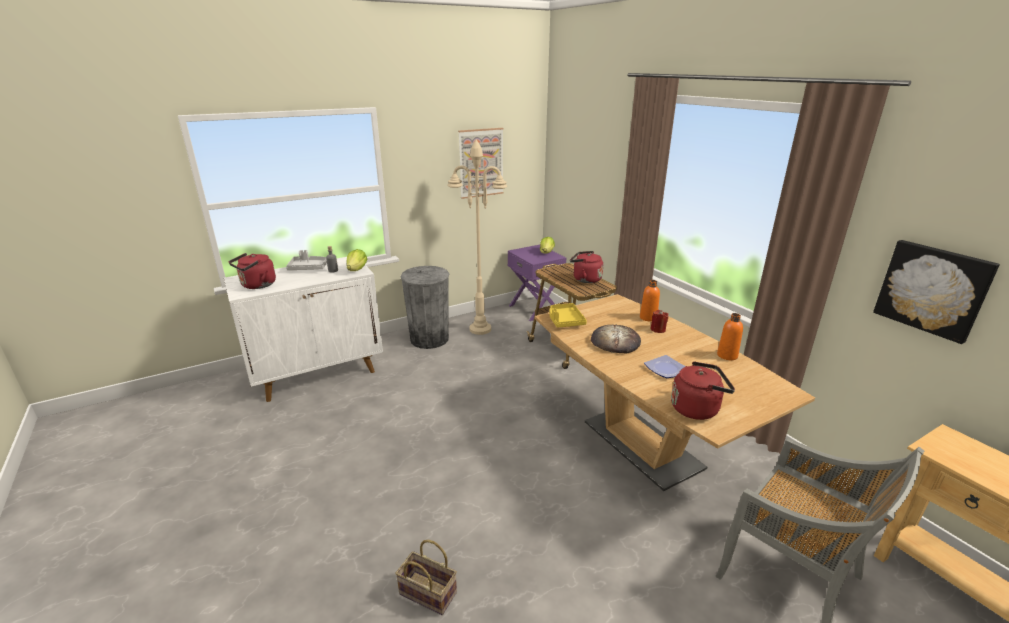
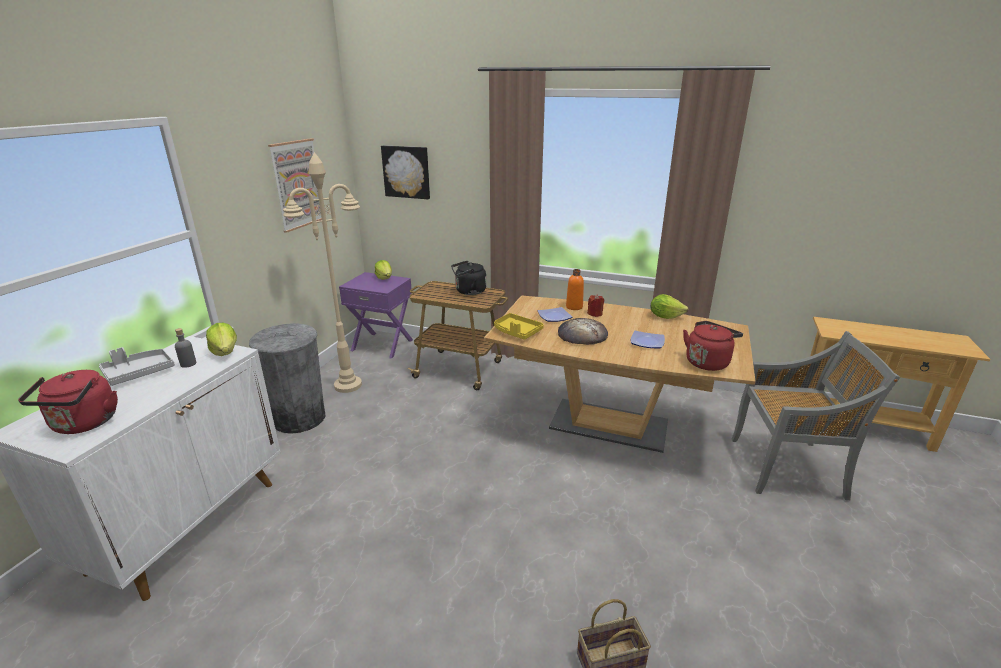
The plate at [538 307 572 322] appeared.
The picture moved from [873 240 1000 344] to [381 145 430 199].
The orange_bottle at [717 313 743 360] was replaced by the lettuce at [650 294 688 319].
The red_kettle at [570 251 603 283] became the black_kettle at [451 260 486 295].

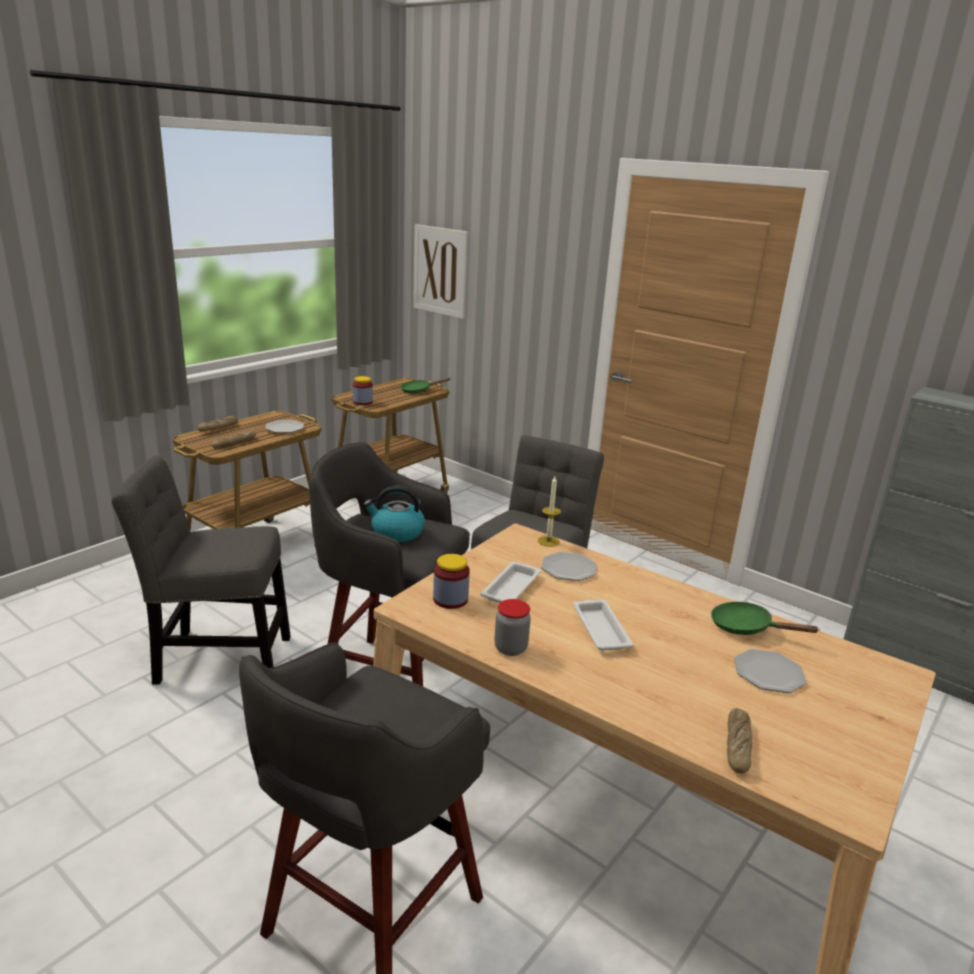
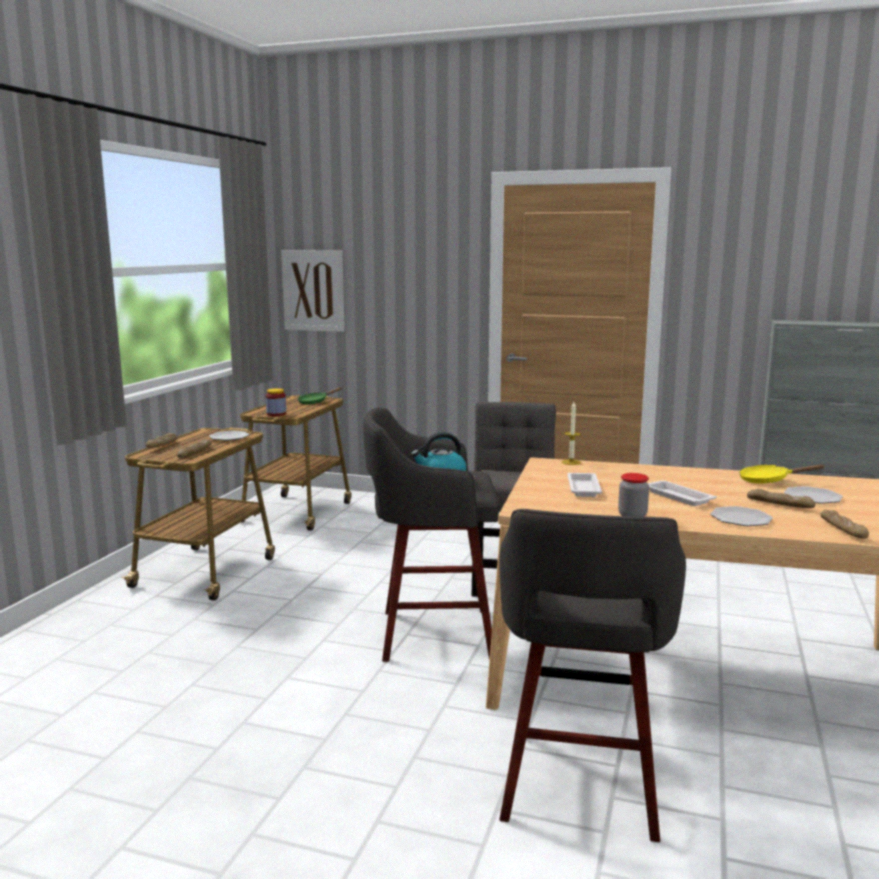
The grey_chair at [112 455 291 684] disappeared.
The jar at [433 554 470 609] disappeared.
The bread at [747 489 816 508] appeared.
The plate moved from [541 552 597 581] to [710 506 773 526].
The green_frying_pan at [711 602 819 635] became the yellow_frying_pan at [739 464 825 484].

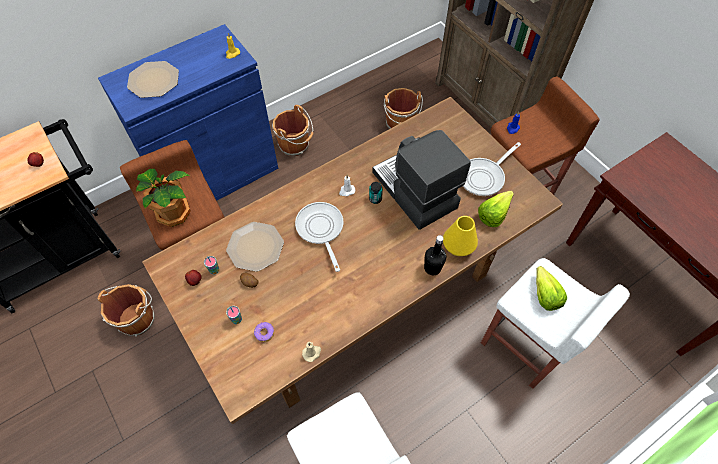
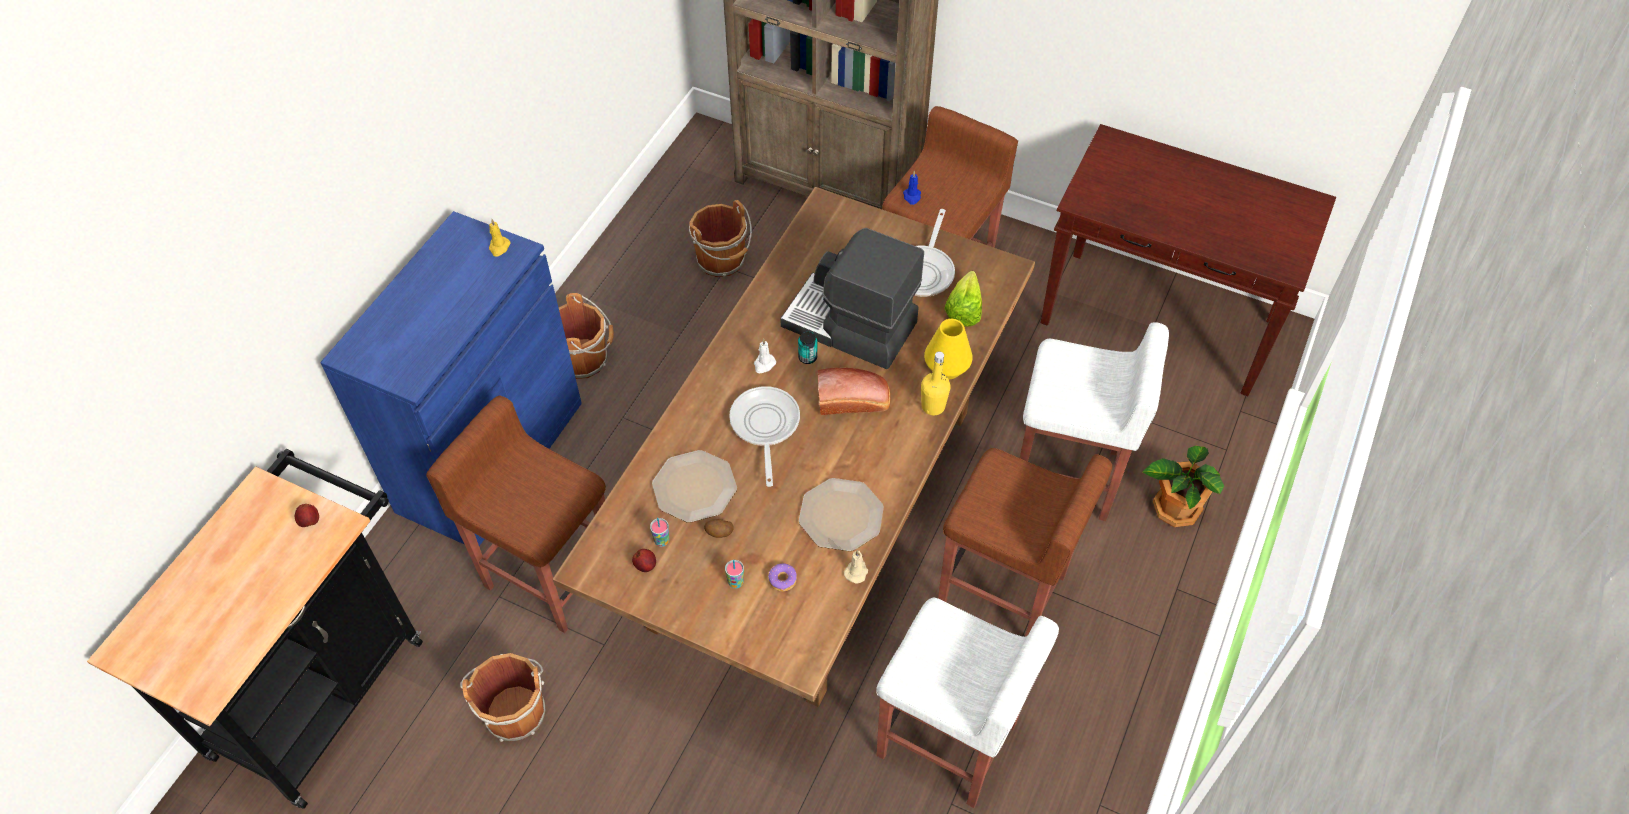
The lettuce at [536 266 567 311] disappeared.
The bread at [818 368 890 415] appeared.
The brown_stool at [938 448 1112 637] appeared.
The plate moved from [127 61 179 98] to [799 478 884 551].
The potted_plant moved from [136 169 191 227] to [1143 446 1224 527].
The black_bottle at [424 235 446 275] became the yellow_bottle at [921 351 951 415].
The frying_pan at [295 202 343 272] turned 45 degrees clockwise.

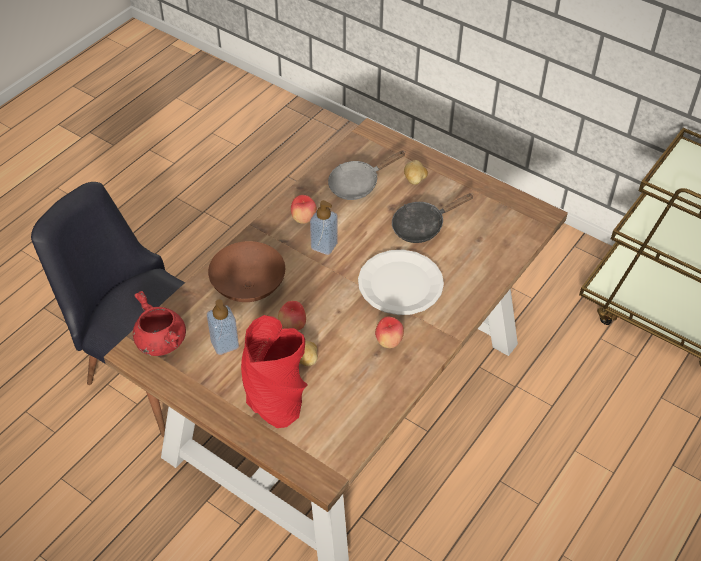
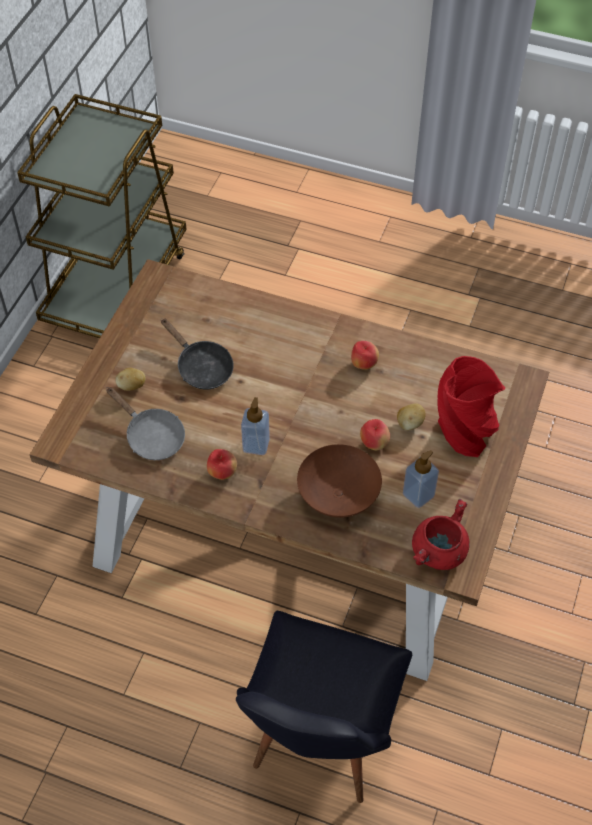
The white_plate at [358 250 444 315] disappeared.

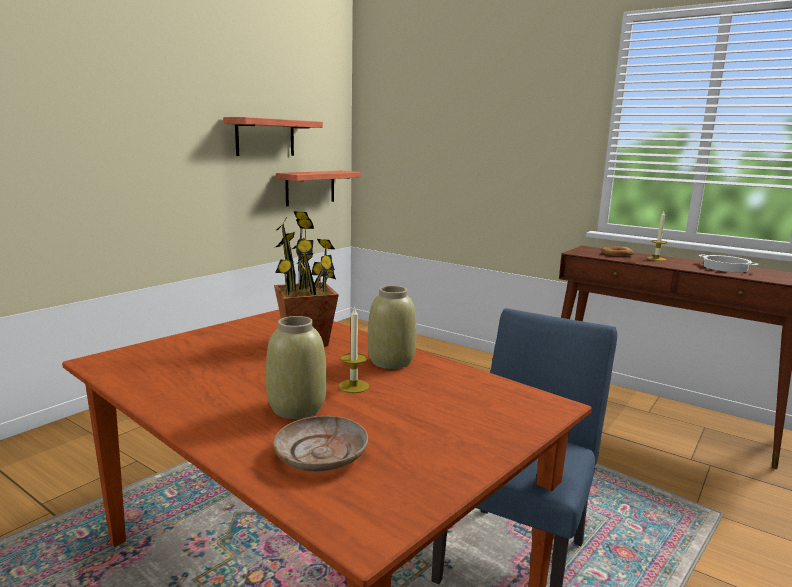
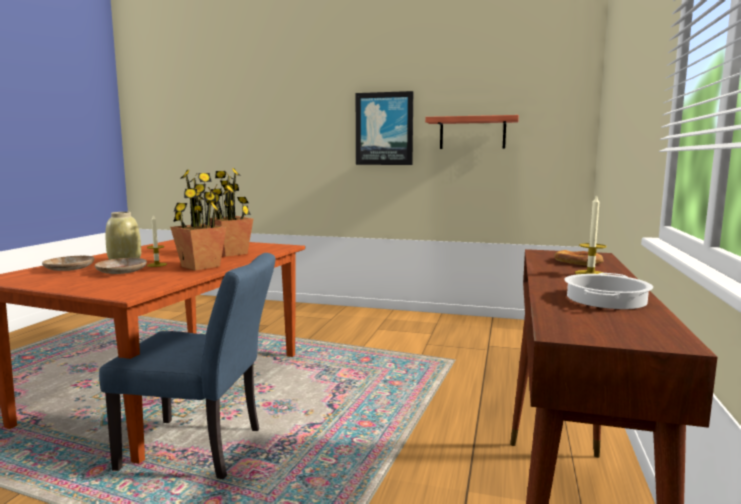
The shelf at [276 171 361 206] disappeared.
The beige_plate at [95 258 147 274] appeared.
The picture at [356 91 413 165] appeared.
The beige_vase at [367 286 416 369] was replaced by the potted_plant at [170 170 227 271].

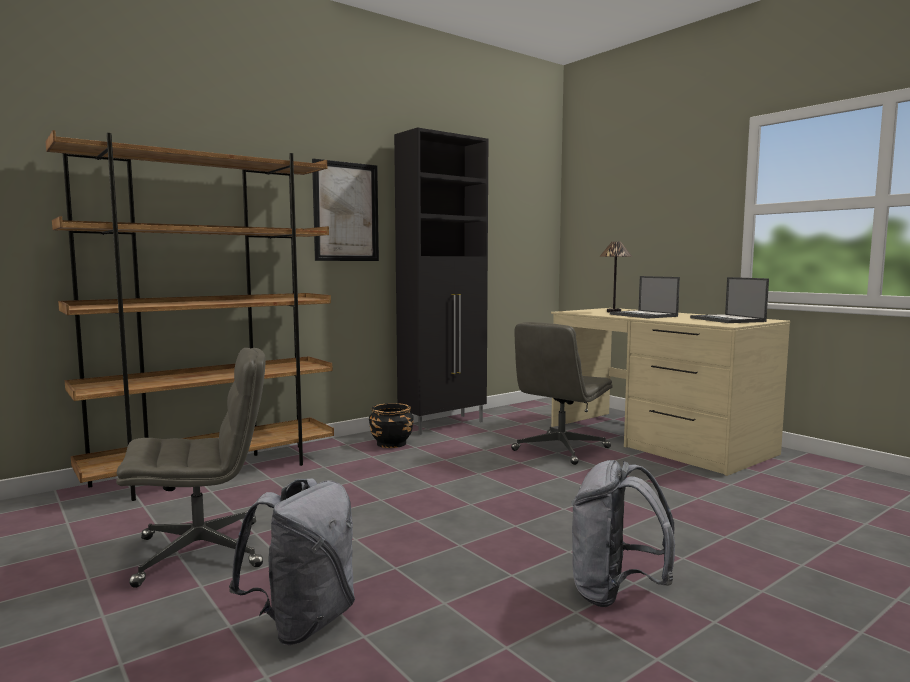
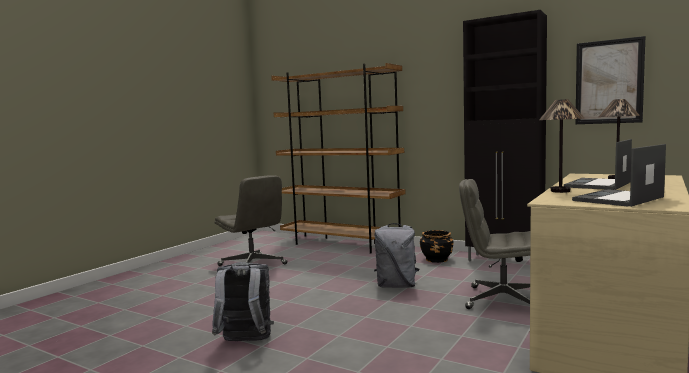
The table_lamp at [539 99 584 193] appeared.
The grey_backpack moved from [229 478 355 645] to [374 223 419 288].
The picture moved from [312 159 379 261] to [575 36 646 124].

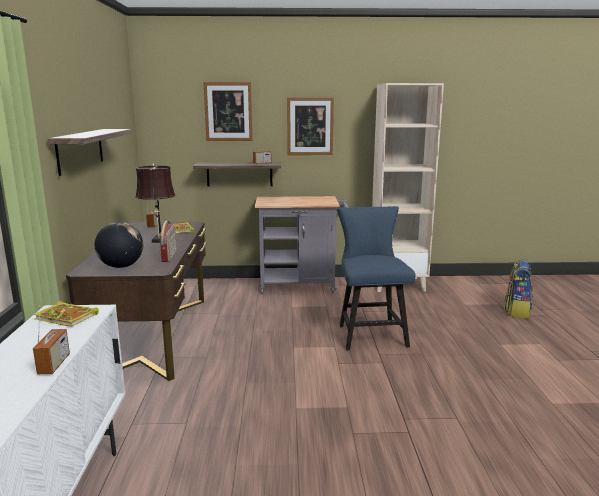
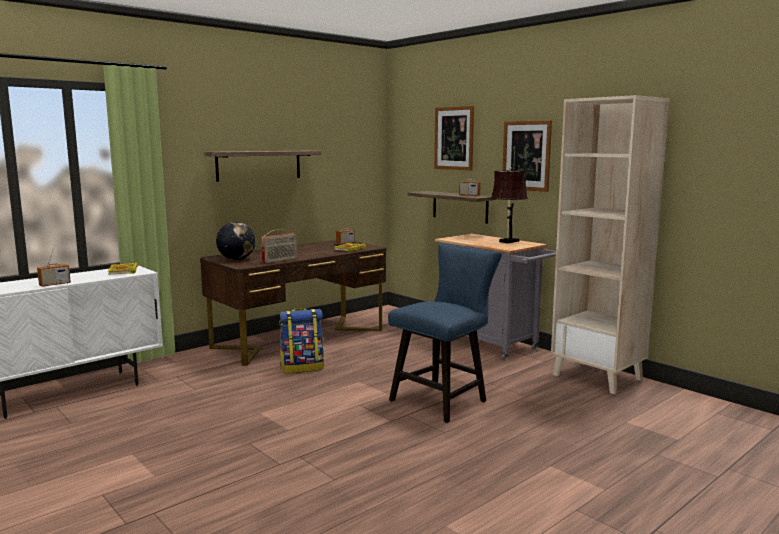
The brown_table_lamp moved from [136 163 175 243] to [491 167 528 243].
The backpack moved from [504 259 533 319] to [279 308 324 373].

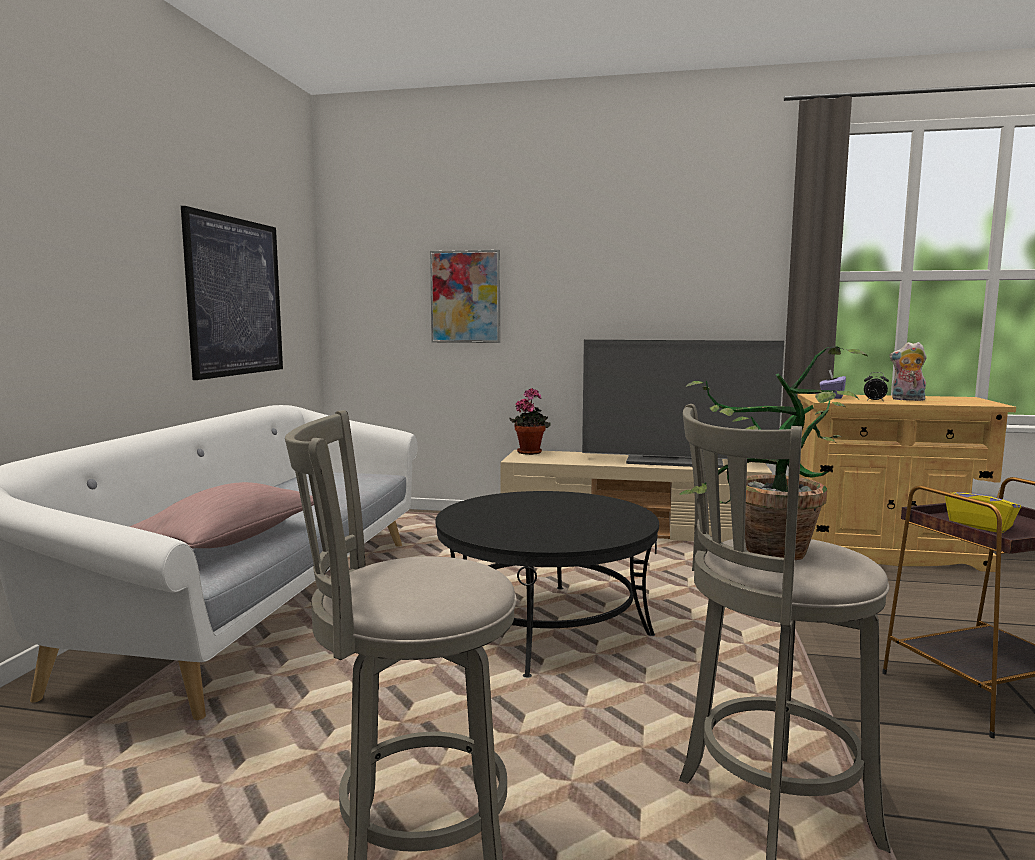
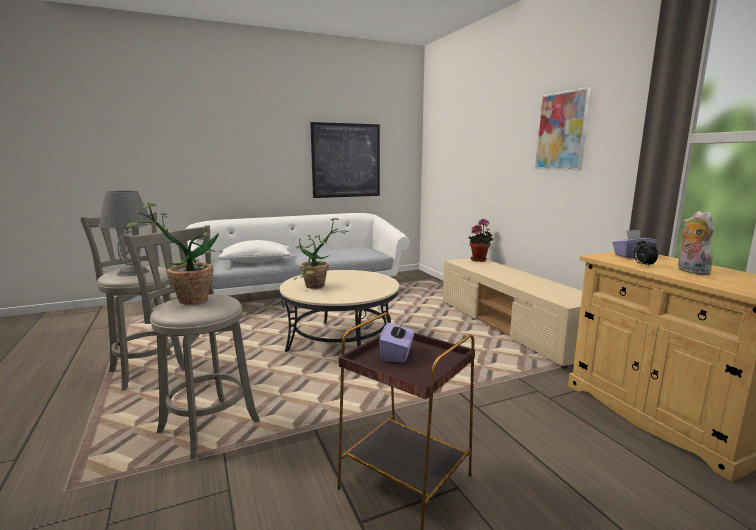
The television at [582 340 784 468] disappeared.
The grey_table_lamp at [99 190 153 276] appeared.
The potted_plant at [294 218 348 289] appeared.
The picture moved from [430 250 500 343] to [535 87 591 170].
The pink_pillow at [129 482 314 549] became the white_pillow at [218 240 290 263].
The black_coffee_table at [435 491 659 678] became the beige_coffee_table at [280 270 399 352].
The yellow_tissue_box at [945 479 1021 533] became the purple_tissue_box at [379 320 414 363].

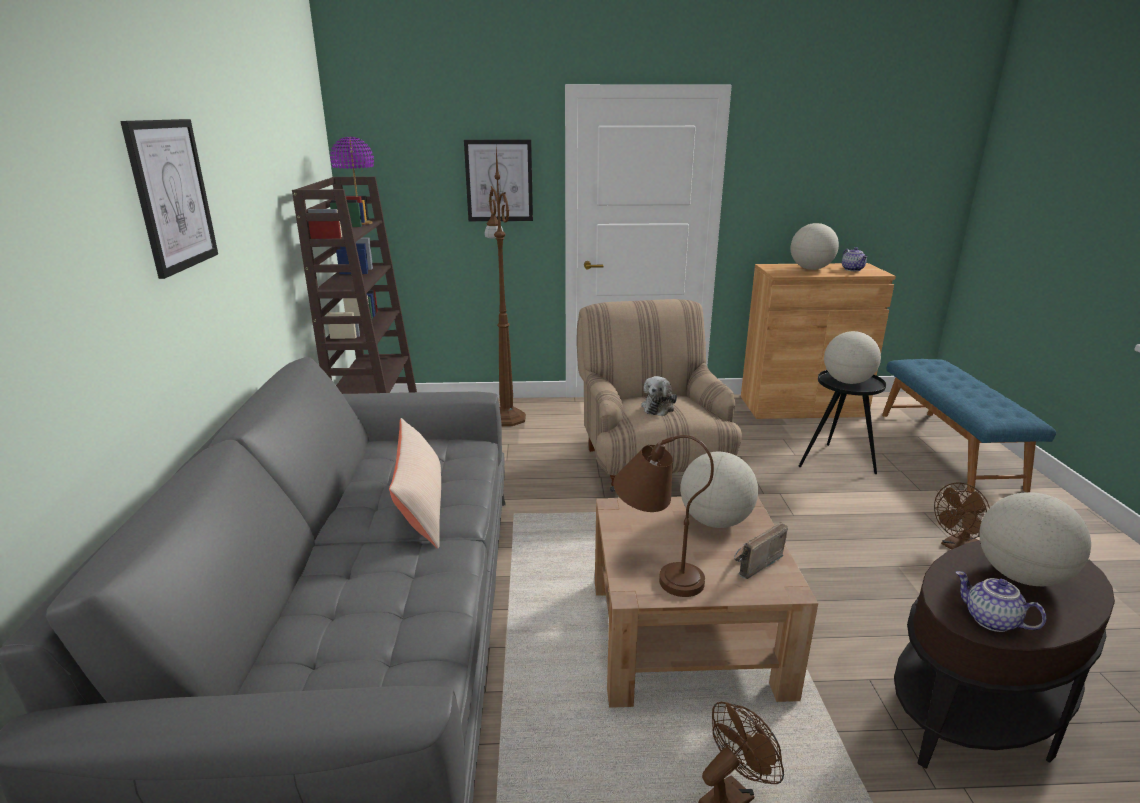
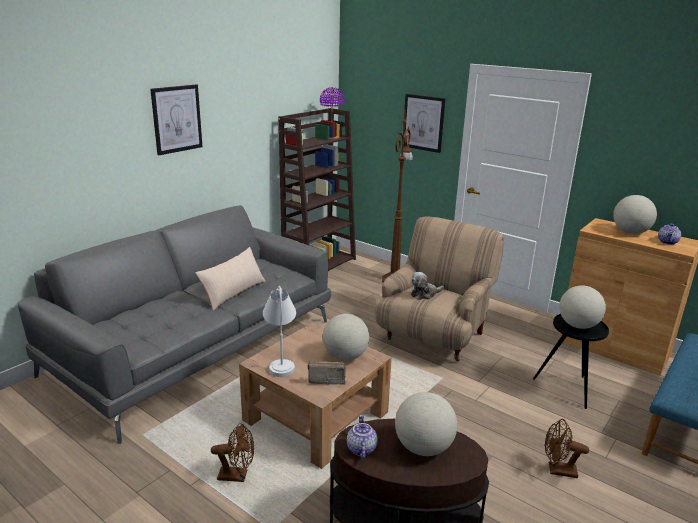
The brown_table_lamp at [613 435 714 597] became the white_table_lamp at [263 286 296 377].

